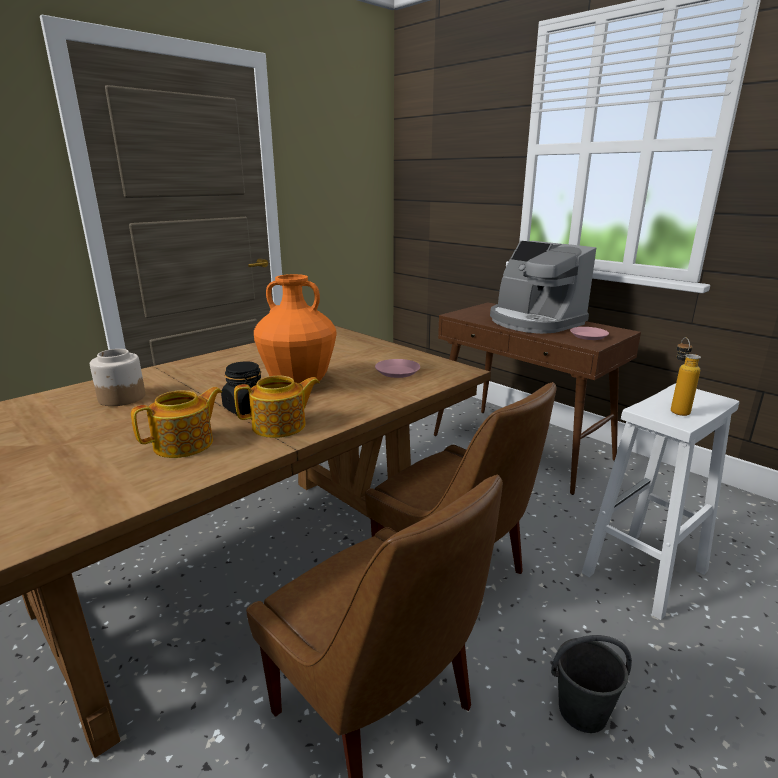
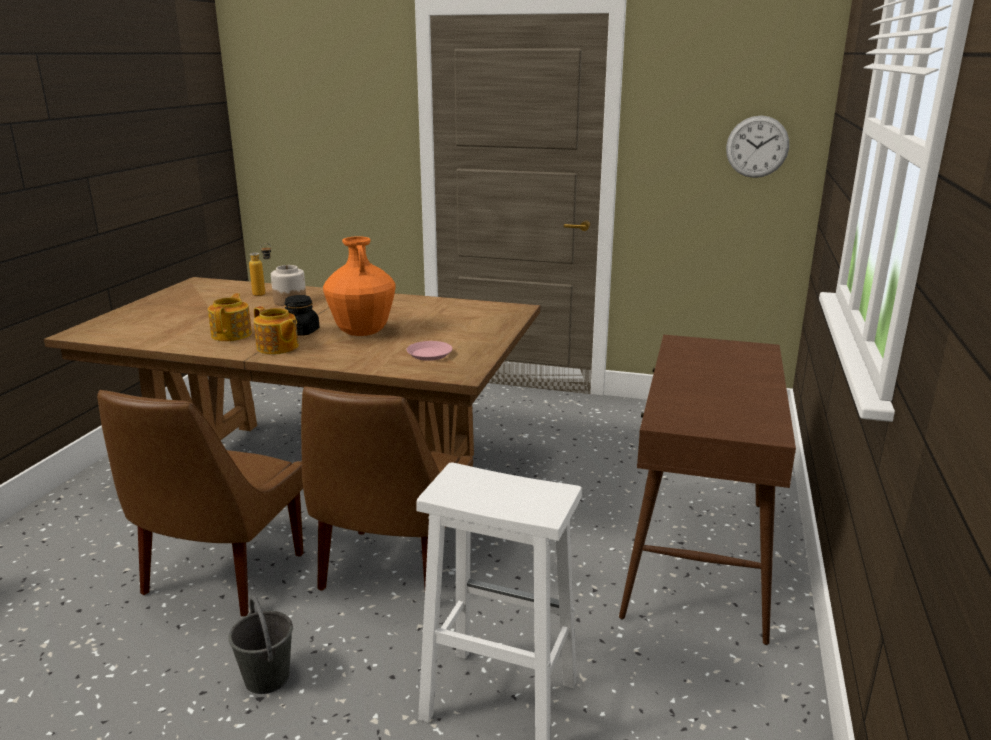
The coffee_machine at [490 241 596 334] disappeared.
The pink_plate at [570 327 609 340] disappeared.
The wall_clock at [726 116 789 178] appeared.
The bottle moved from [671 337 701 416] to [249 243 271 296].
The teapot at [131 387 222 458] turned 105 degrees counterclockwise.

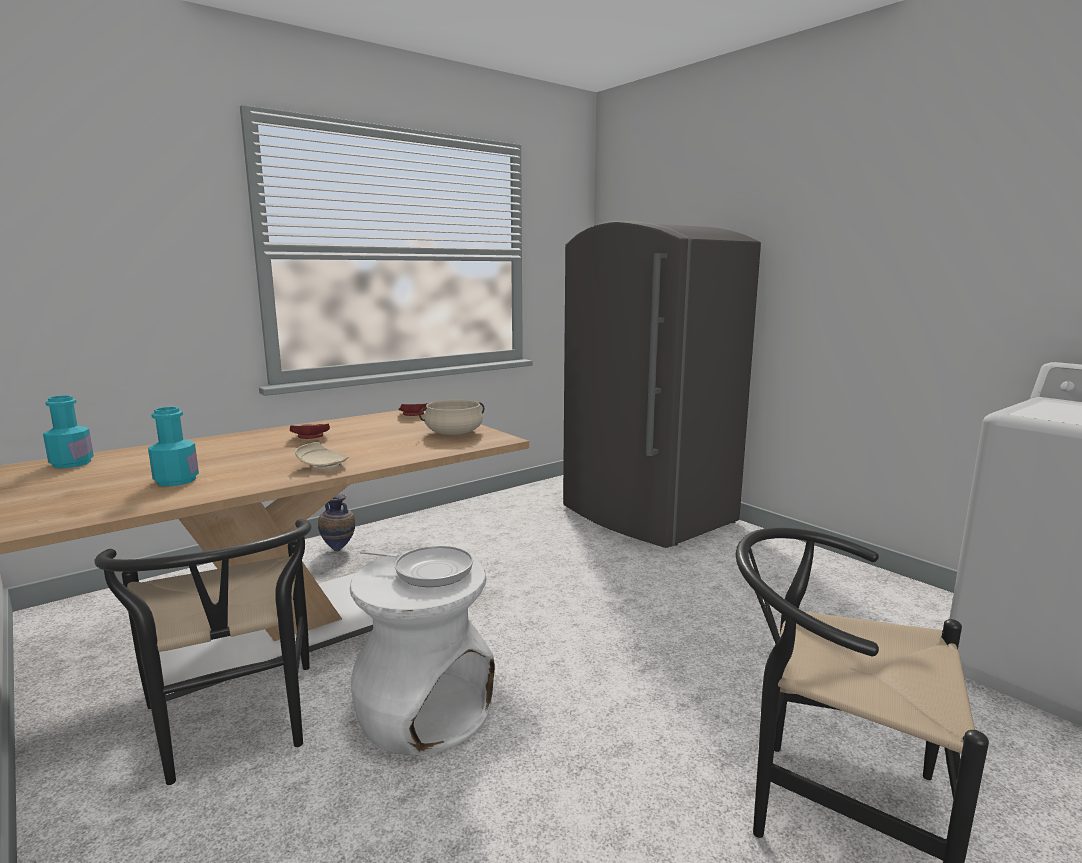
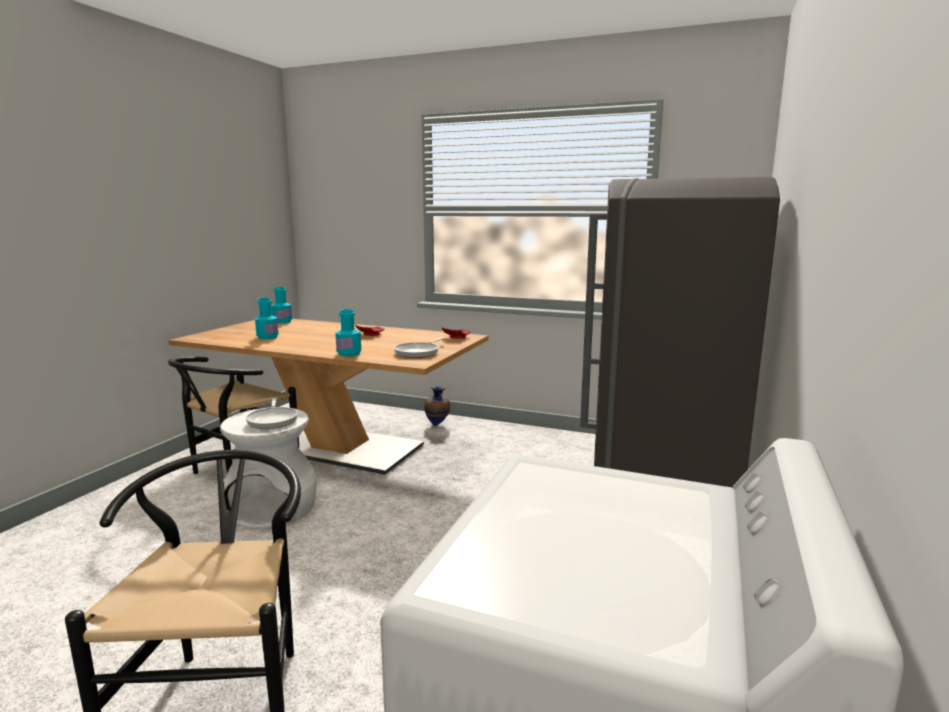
The beige_plate at [295 442 349 471] disappeared.
The turquoise_bottle at [335 309 361 356] appeared.
The beige_cooking_pot at [419 399 484 435] was replaced by the frying_pan at [394 338 444 358].

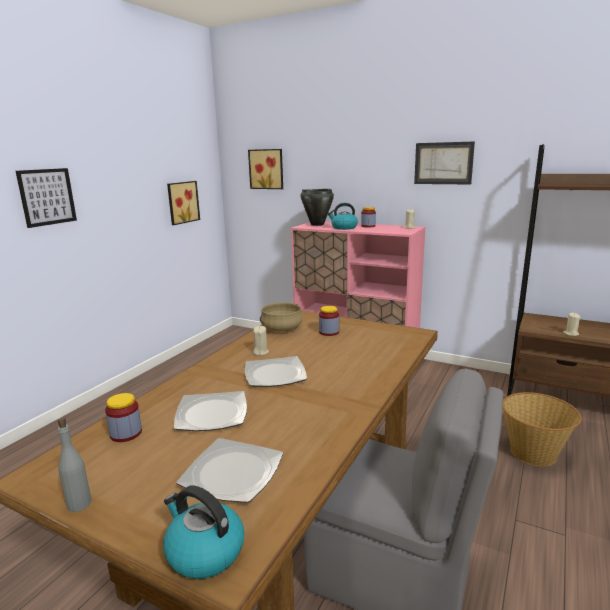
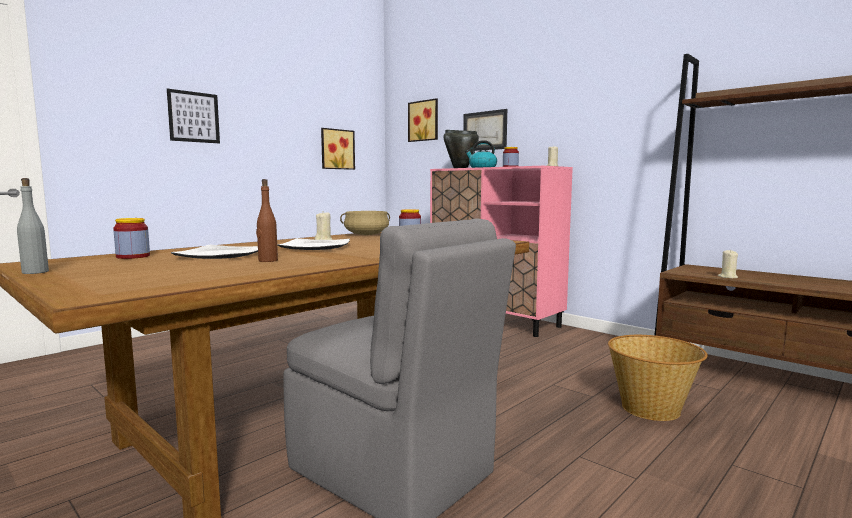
The kettle at [163 485 244 579] disappeared.
The plate at [177 438 283 503] disappeared.
The brown_bottle at [256 179 278 262] appeared.
The picture moved from [414 141 475 185] to [463 109 507 151].

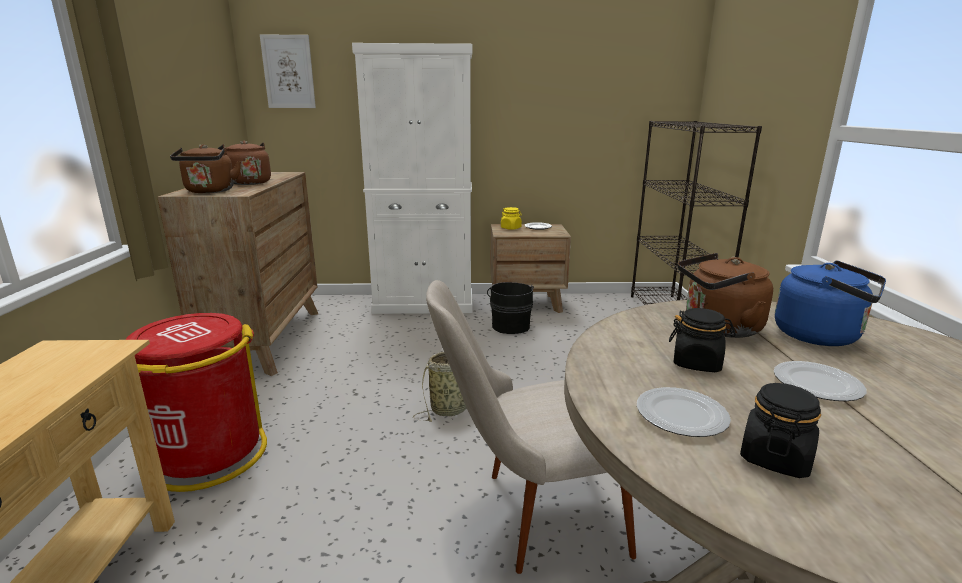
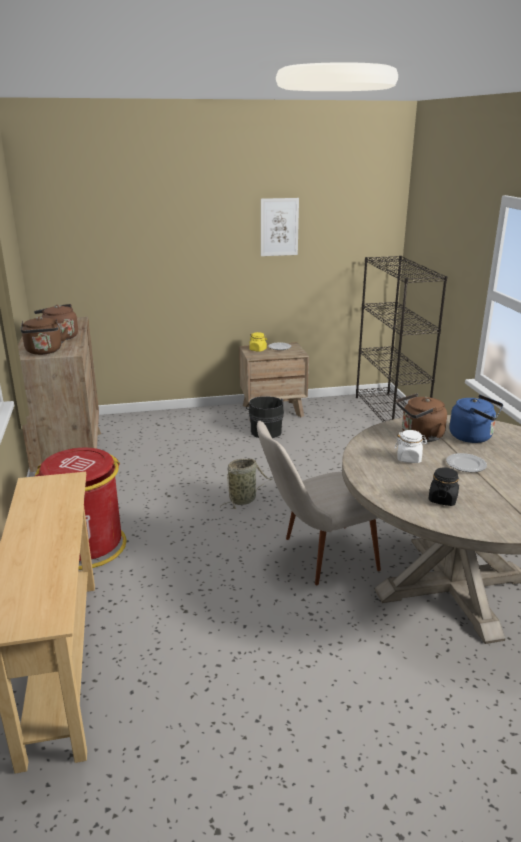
The white_cabinet at [352 43 473 314] disappeared.
The plate at [637 387 731 437] disappeared.
The picture moved from [260 34 316 108] to [261 198 299 256].
The black_jar at [669 308 736 372] became the white_jar at [395 430 427 463].

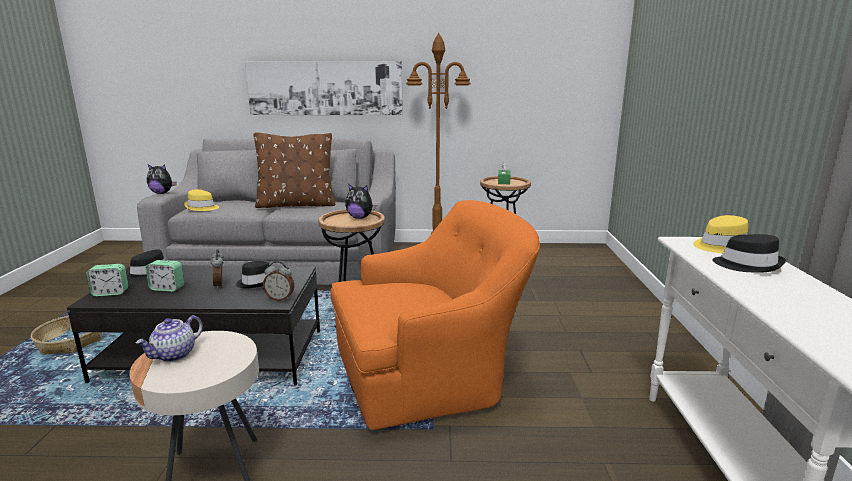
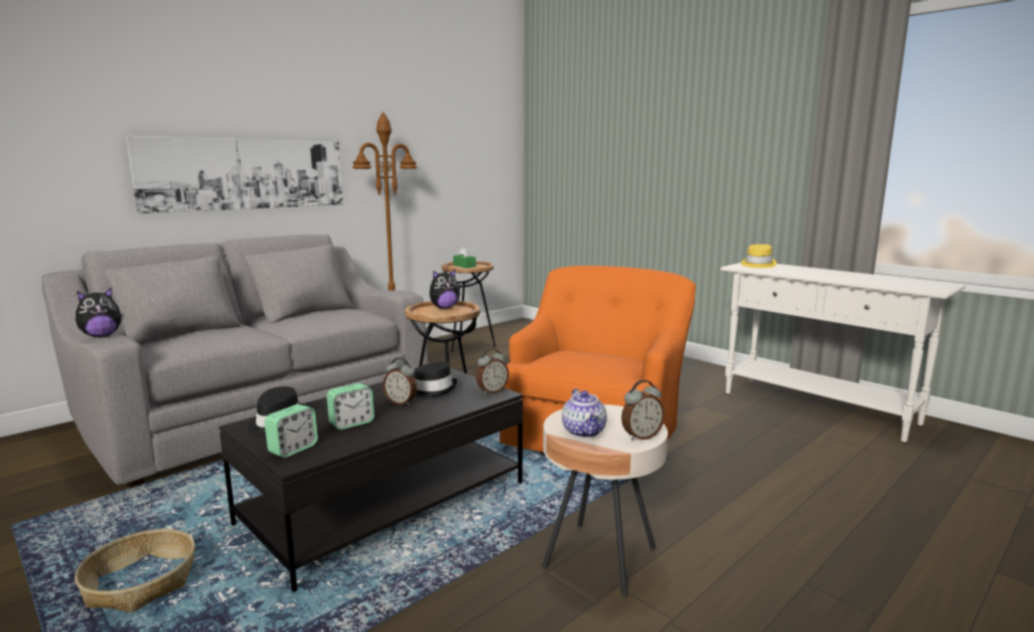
The yellow_hat at [184 189 219 211] disappeared.
The brown_pillow at [254 132 335 208] disappeared.
The black_hat at [712 234 786 273] disappeared.
The alarm_clock at [621 380 665 441] appeared.

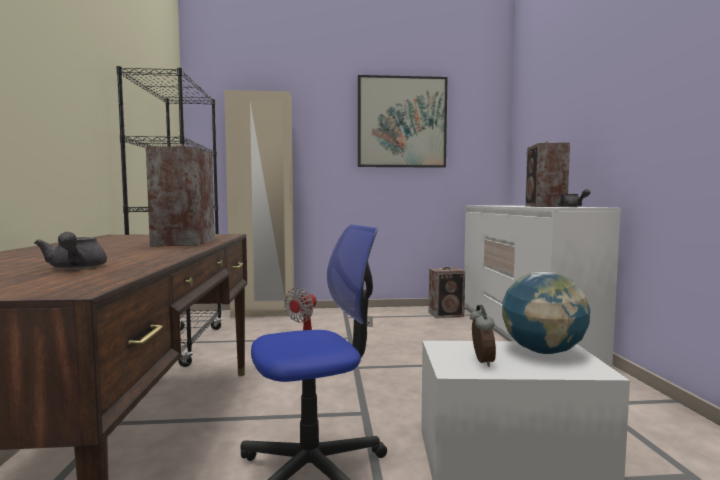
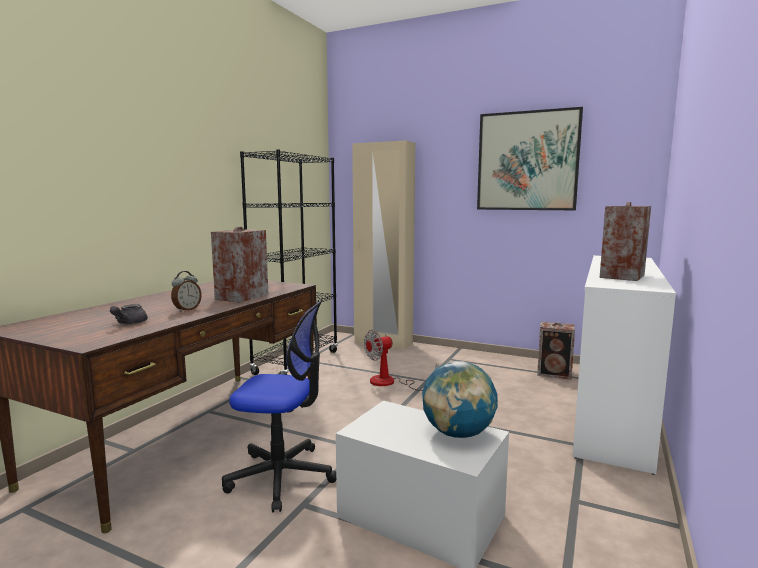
The grey_teapot at [558 189 590 207] disappeared.
The alarm_clock moved from [470 305 496 367] to [171 271 202 312].

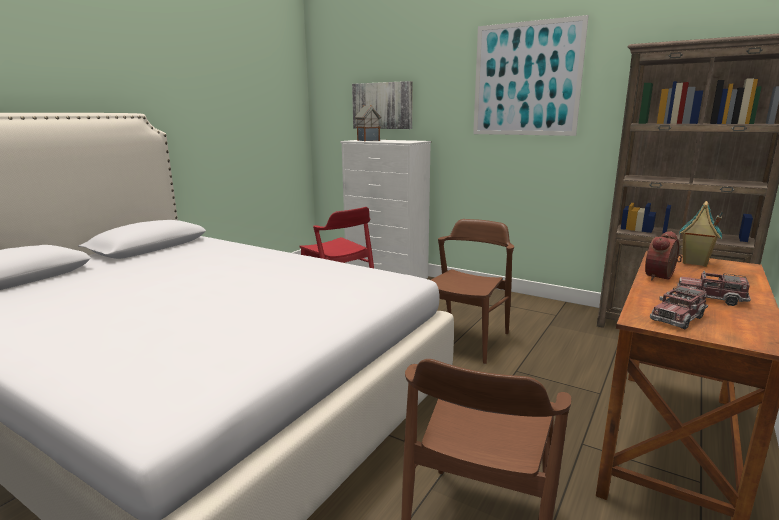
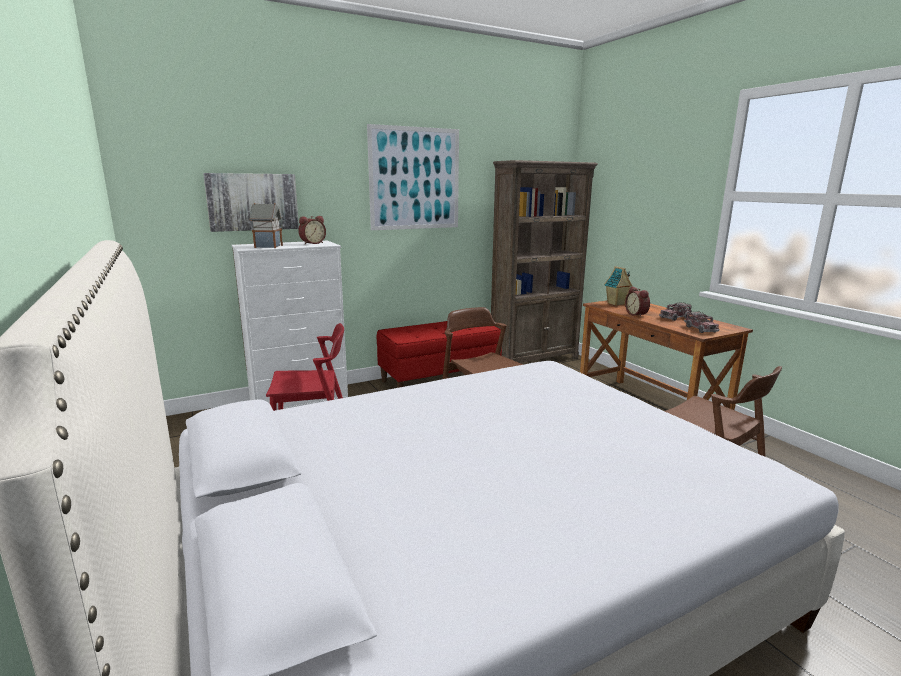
The alarm_clock at [298 216 326 244] appeared.
The red_bench at [377 321 502 388] appeared.

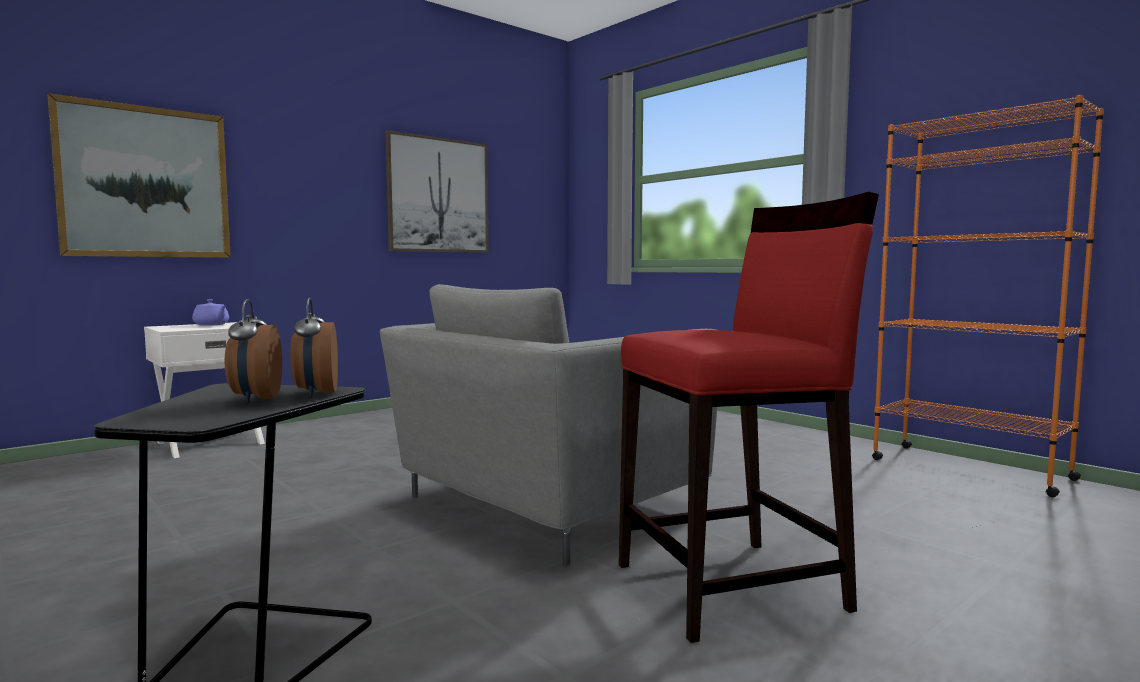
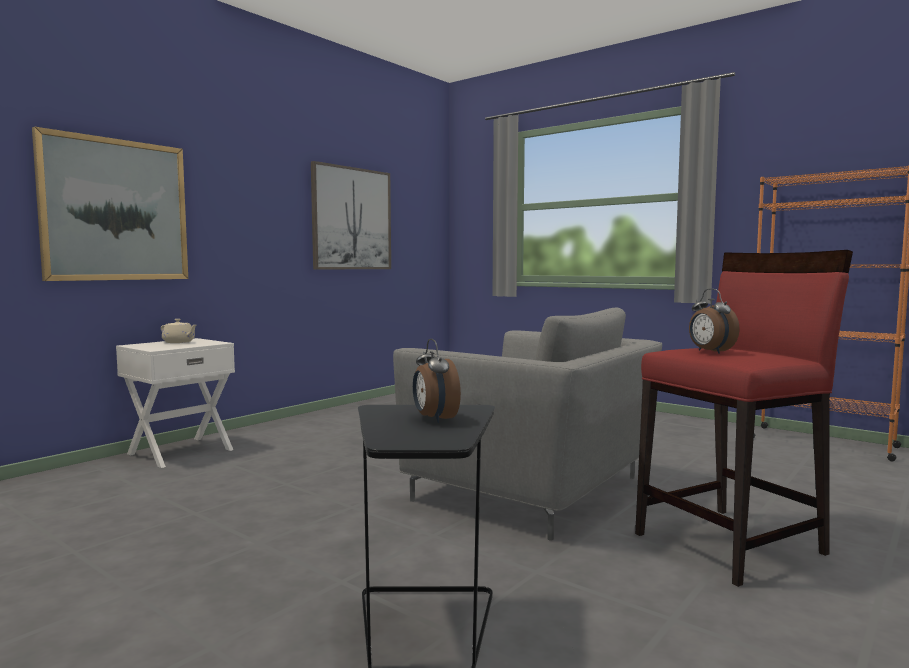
The alarm_clock moved from [290 298 338 397] to [689 288 740 354].
The purple_teapot at [192 299 229 326] became the beige_teapot at [161 319 197 343].
The grey_armchair at [380 284 717 566] turned 90 degrees counterclockwise.

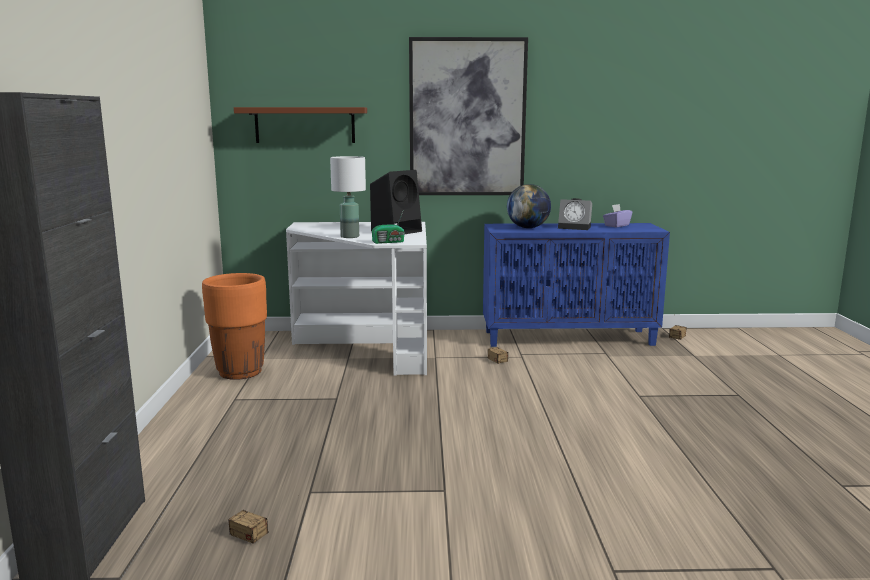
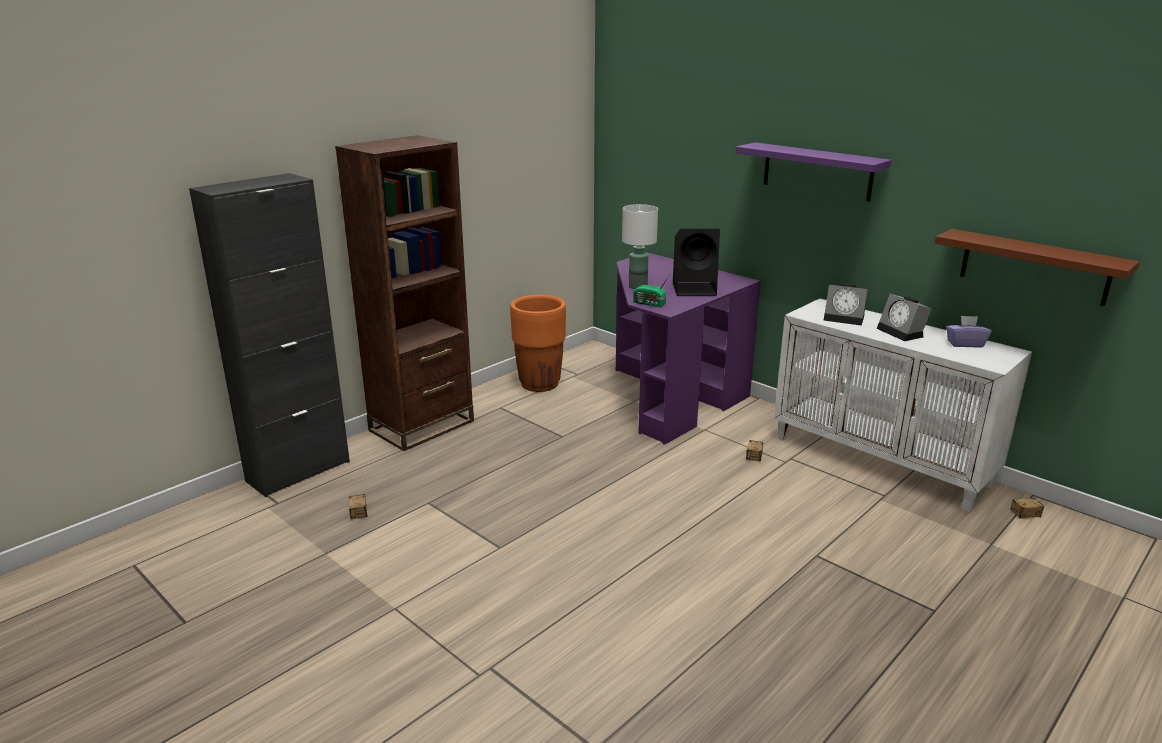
The brown_bookcase at [335 135 474 451] appeared.
The brown_shelf moved from [234 107 367 143] to [935 229 1140 306].
The picture at [409 37 528 195] was replaced by the purple_shelf at [735 142 892 202].
The globe at [507 184 551 228] was replaced by the alarm_clock at [824 284 868 326].
The white_desk at [286 222 427 376] became the purple_desk at [616 252 761 445].
The blue_cabinet at [483 223 670 347] became the white_cabinet at [774 299 1032 512].

